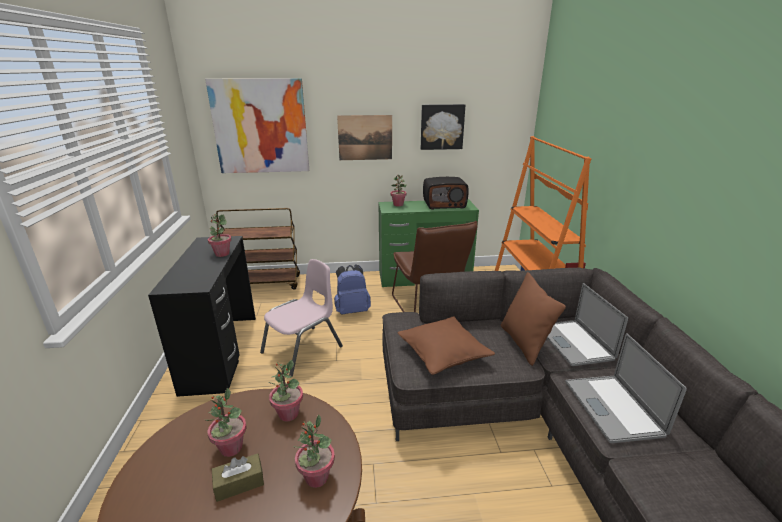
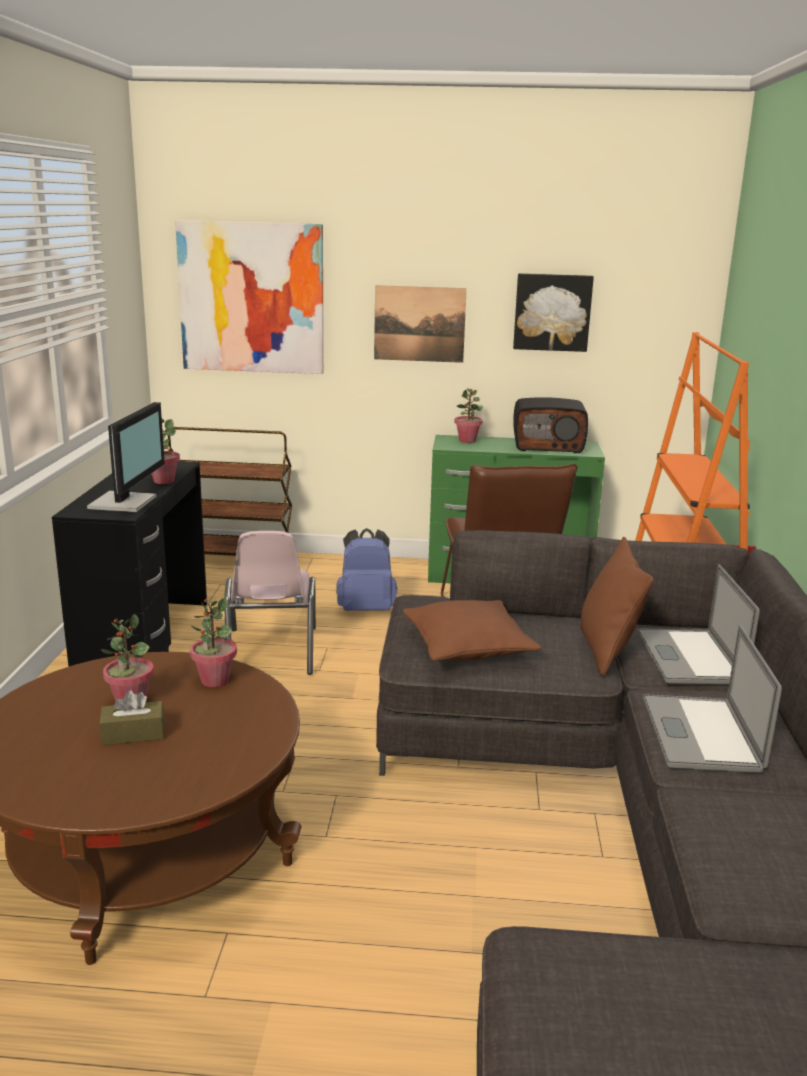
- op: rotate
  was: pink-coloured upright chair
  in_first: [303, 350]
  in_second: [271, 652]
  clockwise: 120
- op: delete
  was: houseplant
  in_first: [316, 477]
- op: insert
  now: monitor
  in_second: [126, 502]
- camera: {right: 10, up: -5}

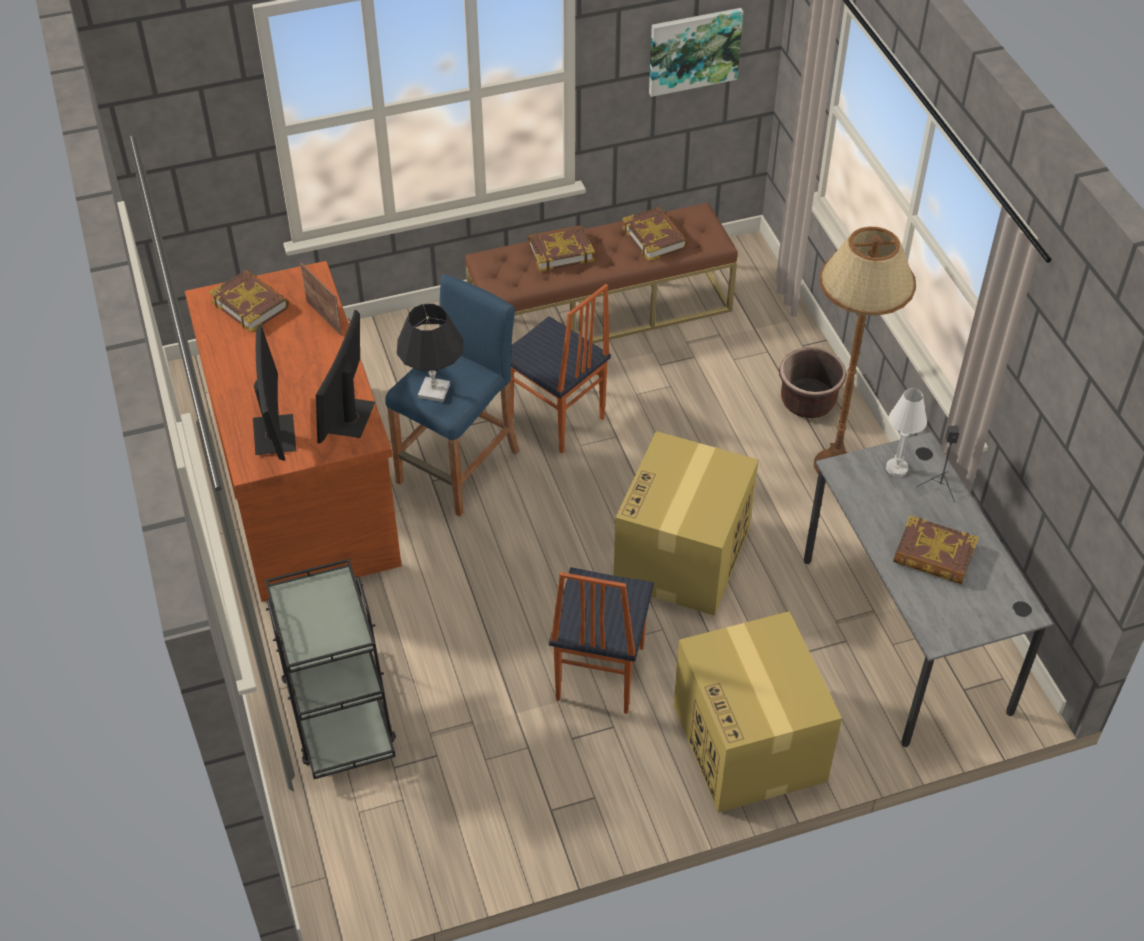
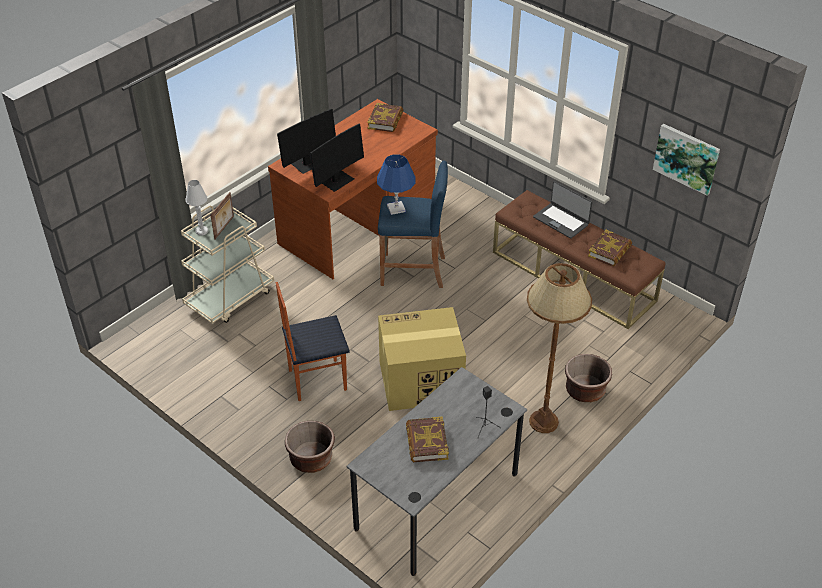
- op: recolor
  was: black cart
  now: sand-coloured cart
  in_first: [339, 714]
  in_second: [230, 298]
- op: move
  was: picture frame
  in_first: [325, 317]
  in_second: [224, 227]
- op: rotate
  was: monitor
  in_first: [349, 418]
  in_second: [337, 181]
  clockwise: 150
- op: recolor
  was: black tabletop lamp
  now: blue-coloured tabletop lamp
  in_first: [434, 390]
  in_second: [396, 208]
- op: delete
  was: upright chair
  in_first: [556, 419]
- op: replace
  was: bound book
  now: laptop
  in_first: [560, 251]
  in_second: [561, 220]
- op: replace
  was: packing box
  now: brownish flower pot
  in_first: [750, 744]
  in_second: [311, 459]
- op: move
  was: white-coloured tabletop lamp
  in_first: [896, 468]
  in_second: [202, 231]
- camera: {right: 60, up: -5}

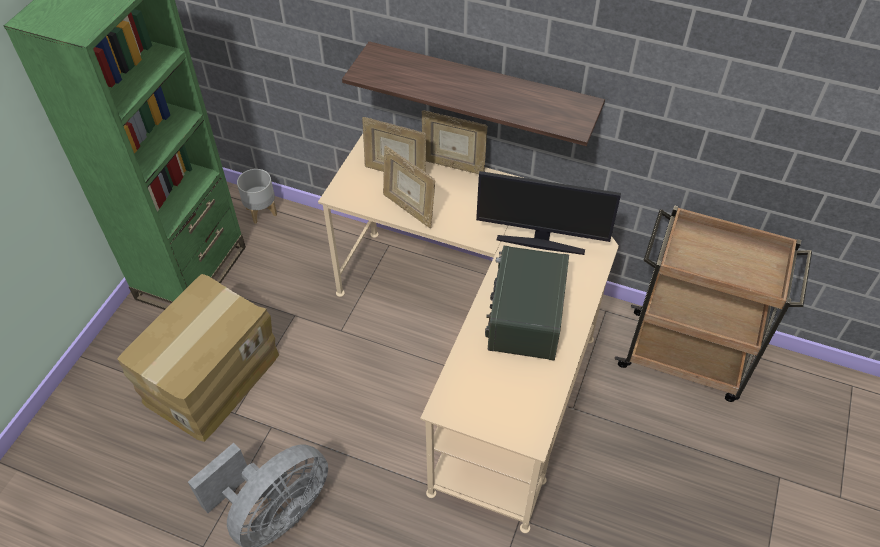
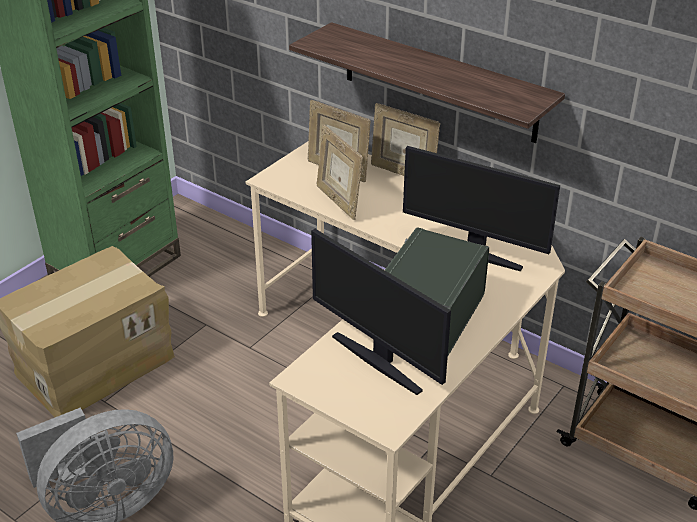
- op: delete
  was: gray flower pot
  in_first: [261, 212]
- op: insert
  now: monitor
  in_second: [378, 361]
- camera: {right: 15, up: -15}

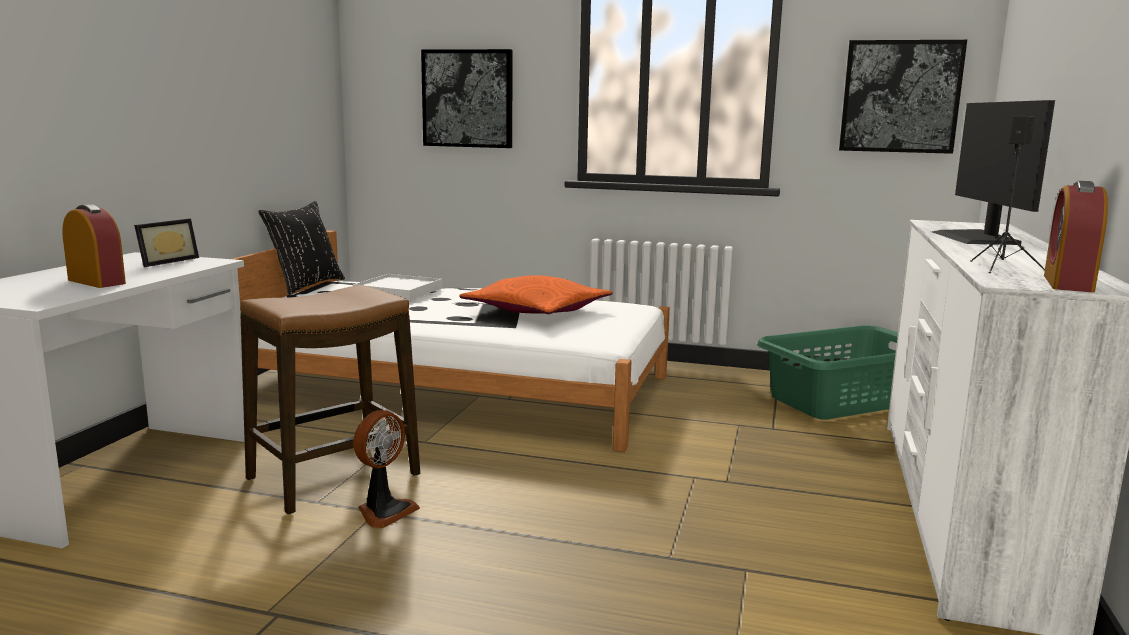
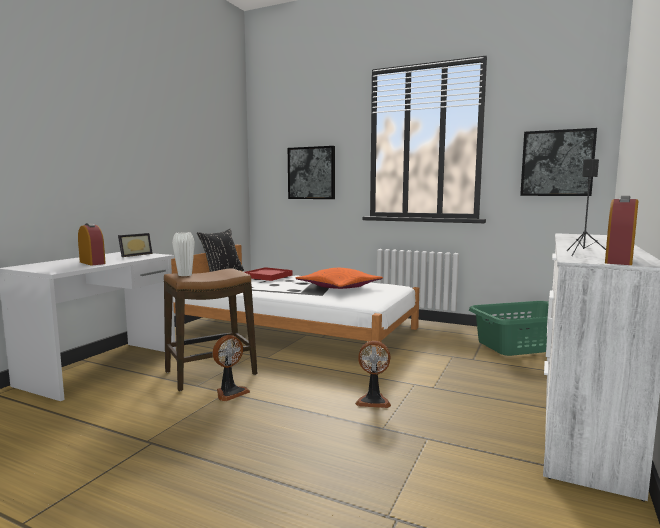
- op: recolor
  was: white-coloured carrying tray
  now: reddish carrying tray
  in_first: [398, 291]
  in_second: [267, 276]
- op: delete
  was: monitor
  in_first: [976, 238]
- op: insert
  now: white-coloured vase
  in_second: [185, 275]
- op: insert
  now: fan
  in_second: [373, 401]
- camera: {right: 10, up: -5}

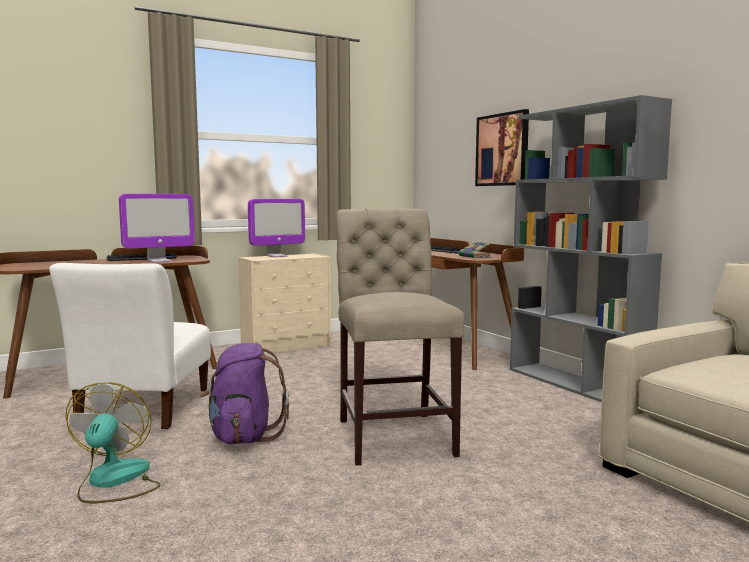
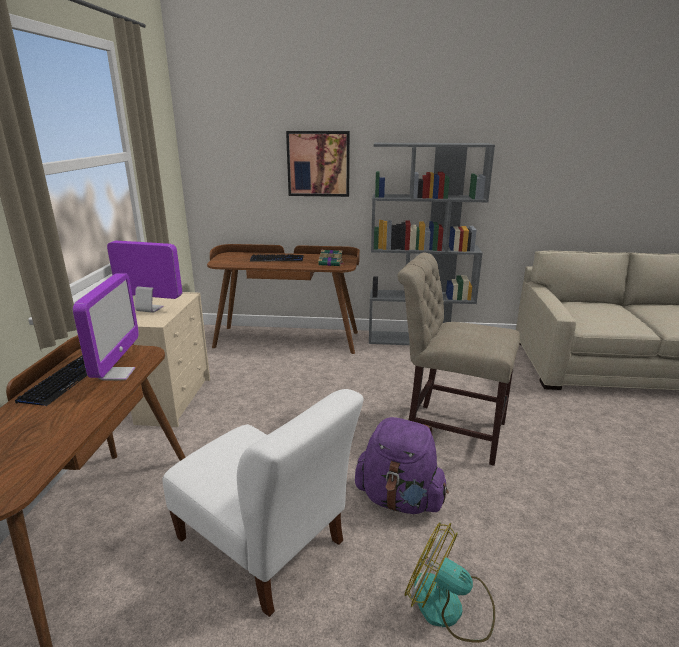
- op: rotate
  was: monitor
  in_first: [277, 256]
  in_second: [150, 309]
  clockwise: -75
- camera: {right: -55, up: 15}

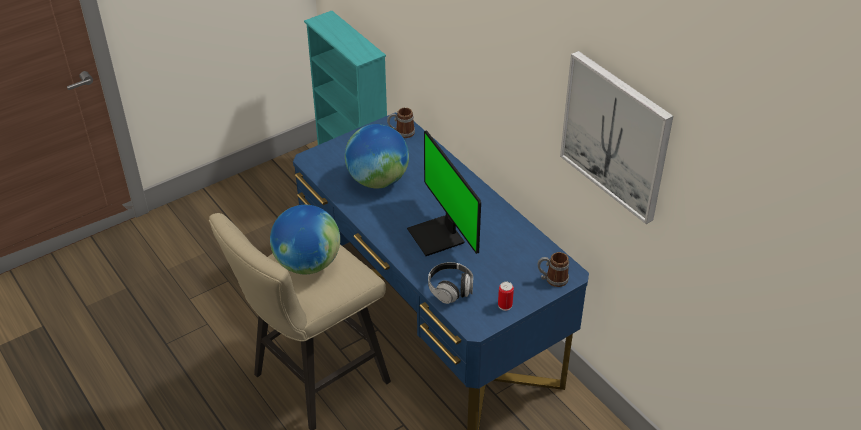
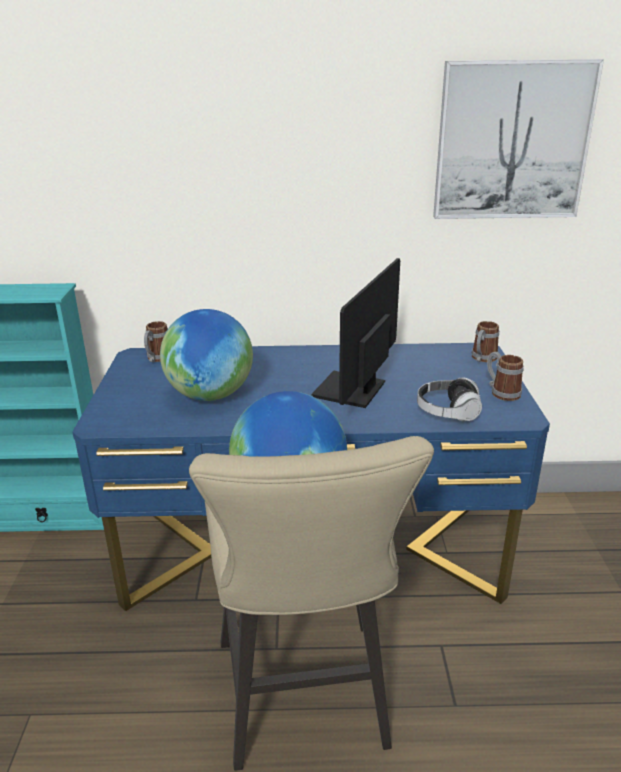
- op: rotate
  was: monitor
  in_first: [438, 236]
  in_second: [352, 391]
  clockwise: 105
- op: replace
  was: sealed can
  now: coffee mug
  in_first: [505, 305]
  in_second: [501, 392]
- camera: {right: -55, up: -15}

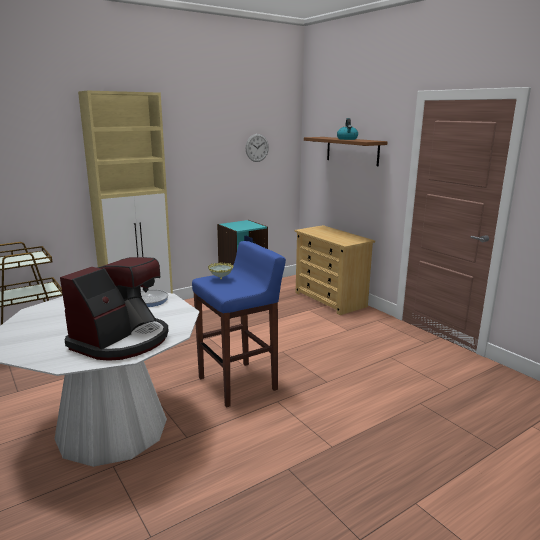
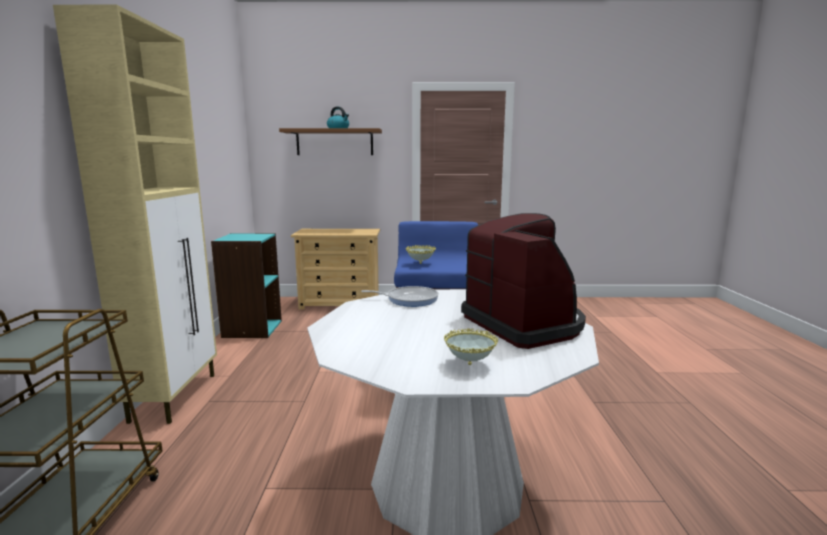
- op: delete
  was: hanging clock
  in_first: [257, 148]
- op: insert
  now: bowl
  in_second: [470, 365]
- camera: {right: -55, up: -5}

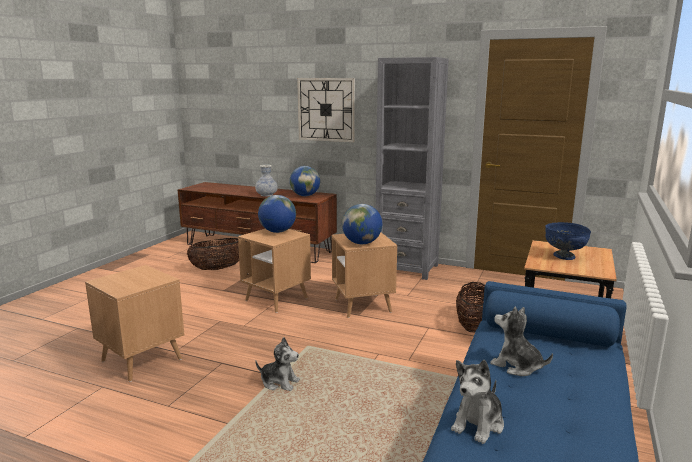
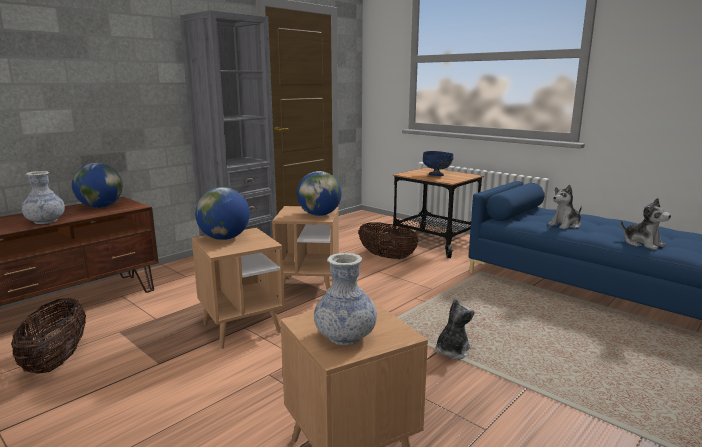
- op: delete
  was: hanging clock
  in_first: [326, 109]
- op: insert
  now: vase
  in_second: [345, 337]
- camera: {right: -70, up: 0}

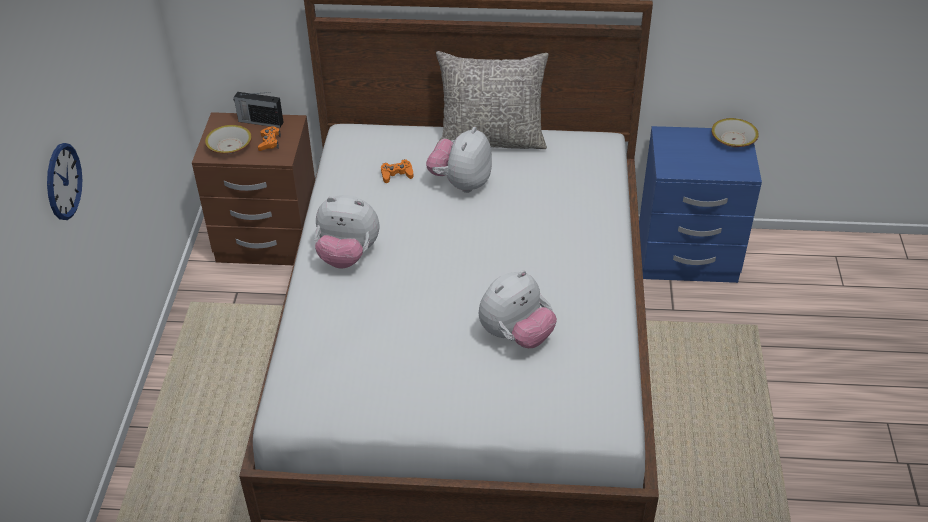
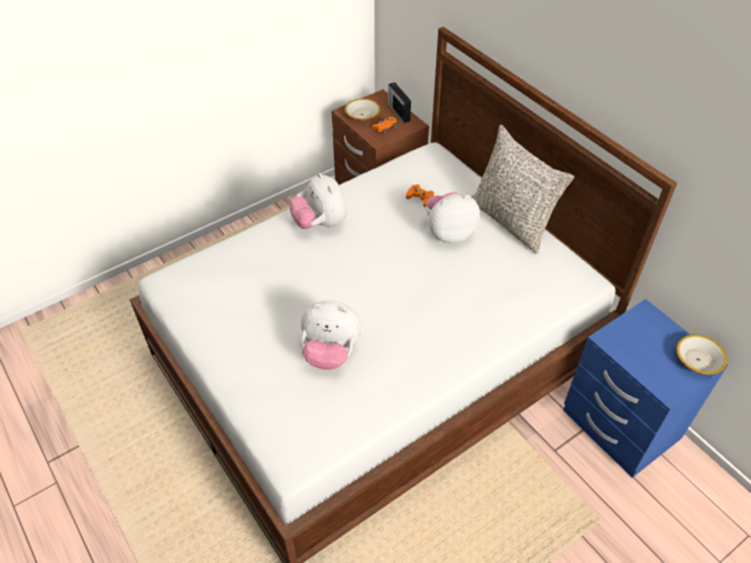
- op: delete
  was: hanging clock
  in_first: [63, 181]
- camera: {right: 50, up: 5}

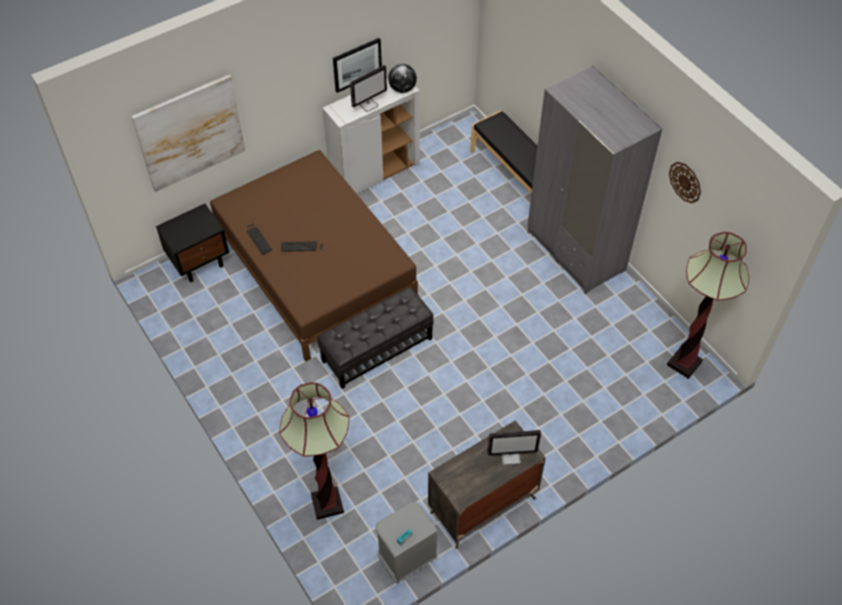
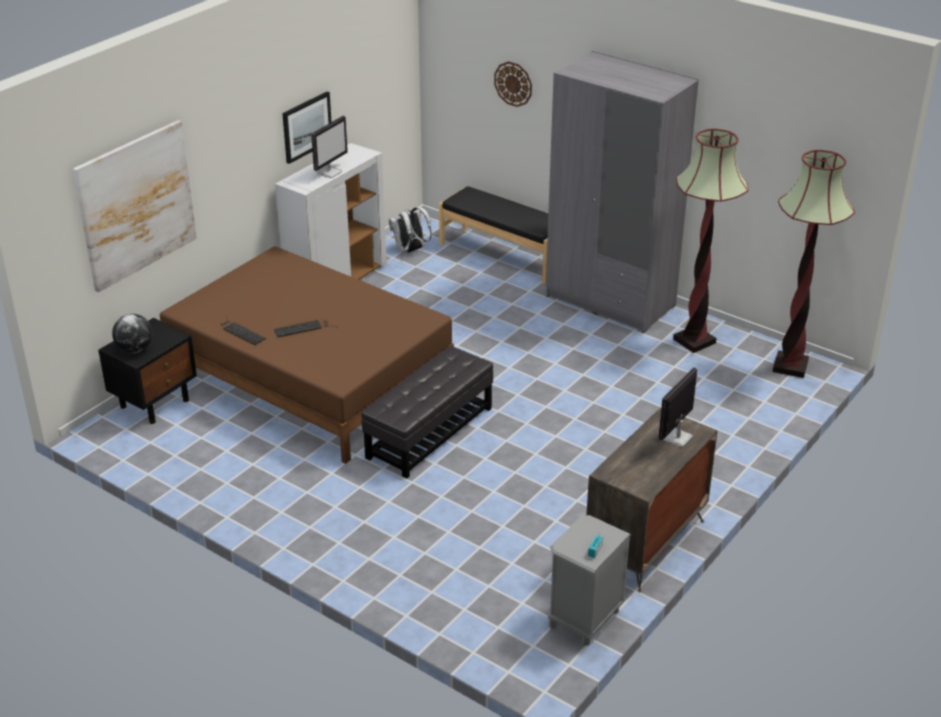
- op: move
  was: floor lamp
  in_first: [327, 503]
  in_second: [694, 341]
- op: move
  was: globe
  in_first: [402, 89]
  in_second: [135, 350]
- op: rotate
  was: monitor
  in_first: [511, 456]
  in_second: [677, 438]
  clockwise: 150
- op: move
  was: hanging clock
  in_first: [685, 182]
  in_second: [513, 83]
- op: insert
  now: white-coloured rucksack
  in_second: [410, 250]
- camera: {right: -20, up: -20}

